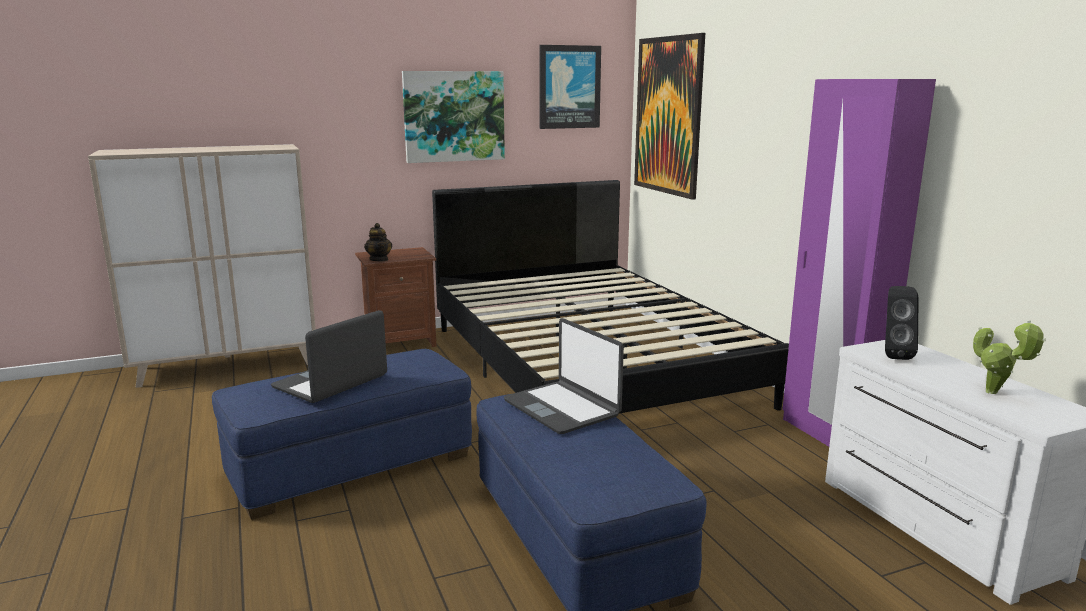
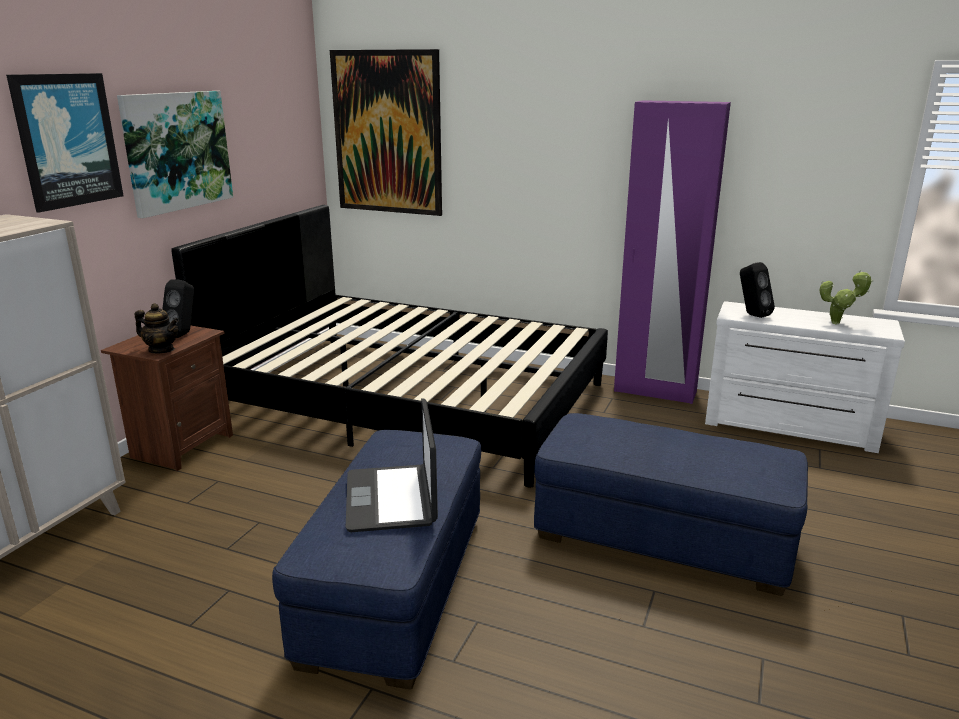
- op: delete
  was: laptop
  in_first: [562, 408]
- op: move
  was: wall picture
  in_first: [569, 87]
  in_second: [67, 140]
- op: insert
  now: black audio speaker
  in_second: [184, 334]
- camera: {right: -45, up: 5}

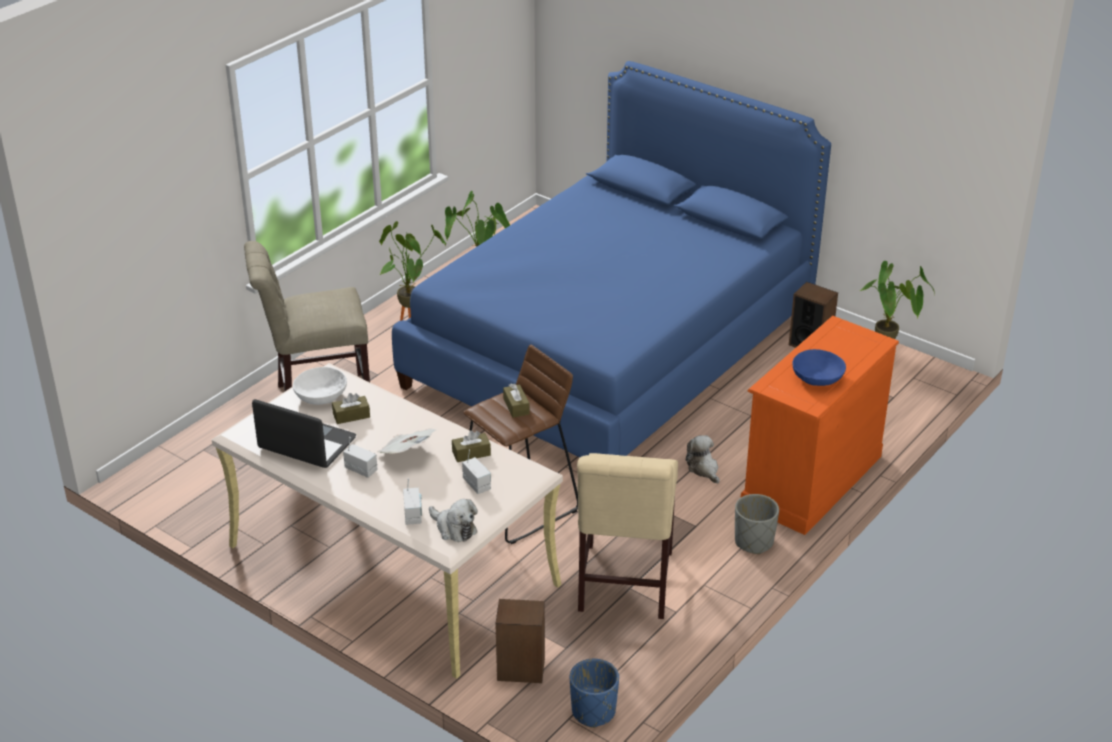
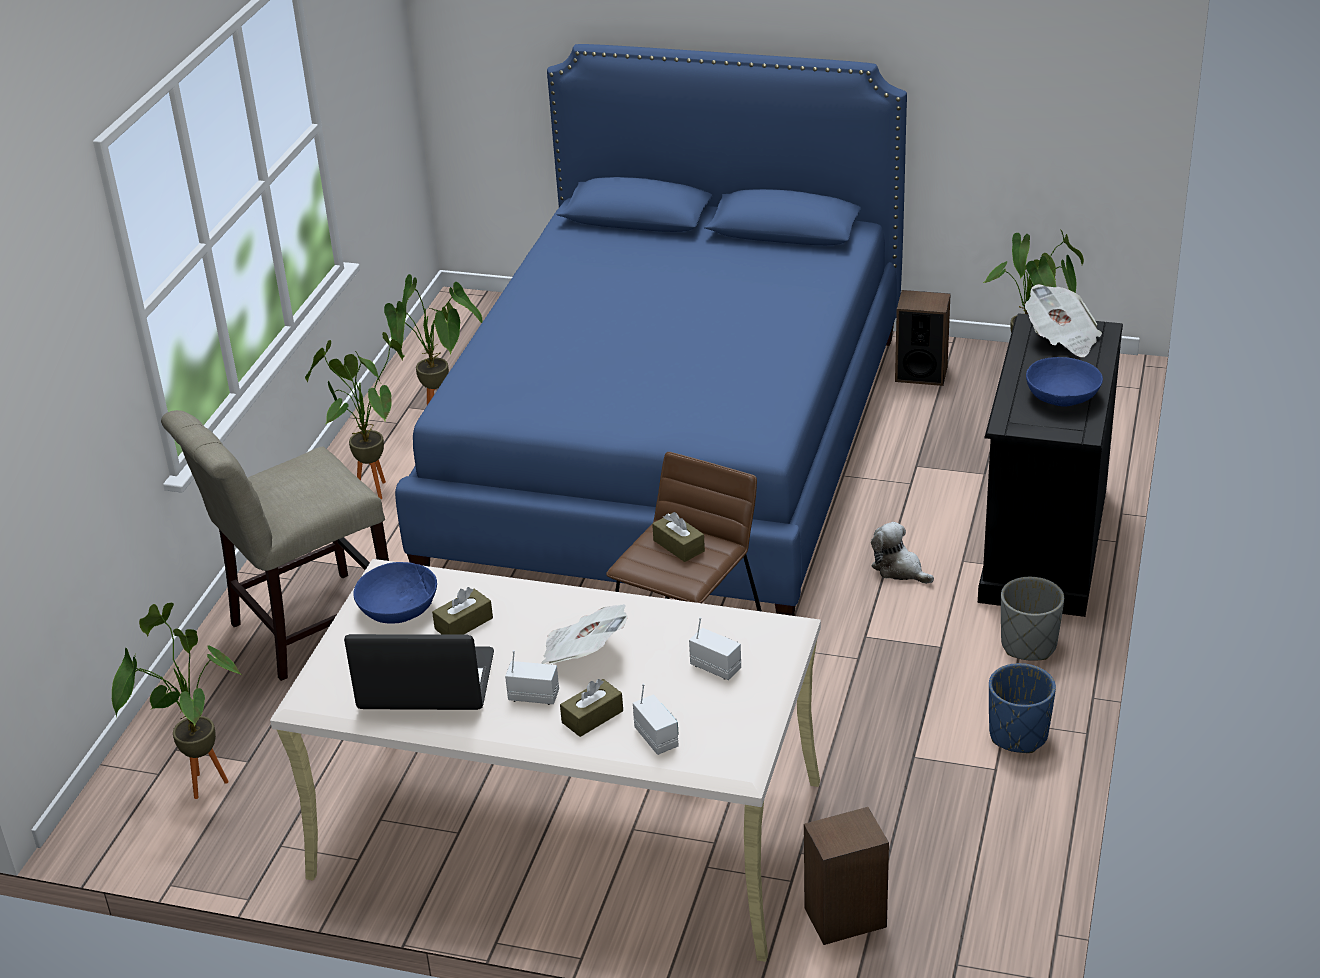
- op: recolor
  was: white-coloured bowl
  now: blue-coloured bowl
  in_first: [321, 396]
  in_second: [398, 608]
- op: delete
  was: cuddly toy
  in_first: [454, 528]
- op: move
  was: brownish tissue box
  in_first: [471, 453]
  in_second: [592, 717]
- op: move
  was: blue-coloured flower pot
  in_first: [593, 712]
  in_second: [1018, 735]
- op: delete
  was: sand-coloured upright chair
  in_first: [623, 586]
- op: recolor
  was: orangey dresser
  now: black dresser
  in_first: [811, 480]
  in_second: [1043, 544]
- op: insert
  now: houseplant
  in_second: [196, 784]
- op: insert
  now: daily paper
  in_second: [1062, 339]
- camera: {right: -20, up: 0}

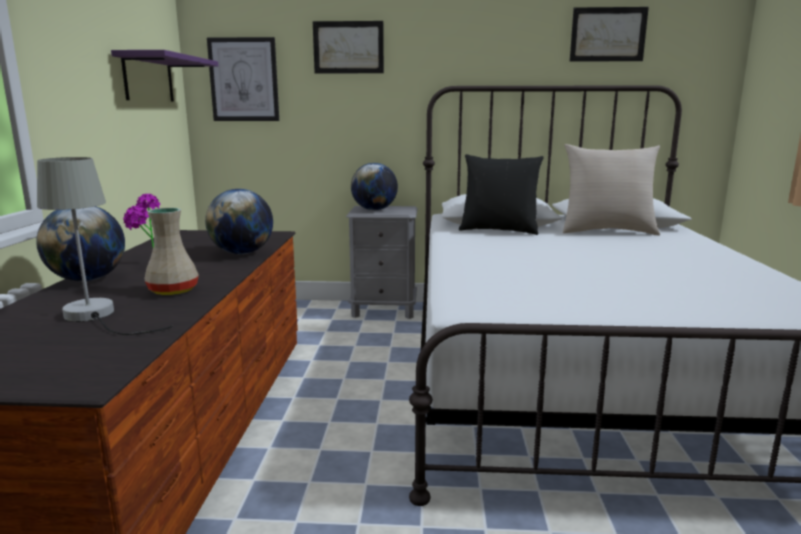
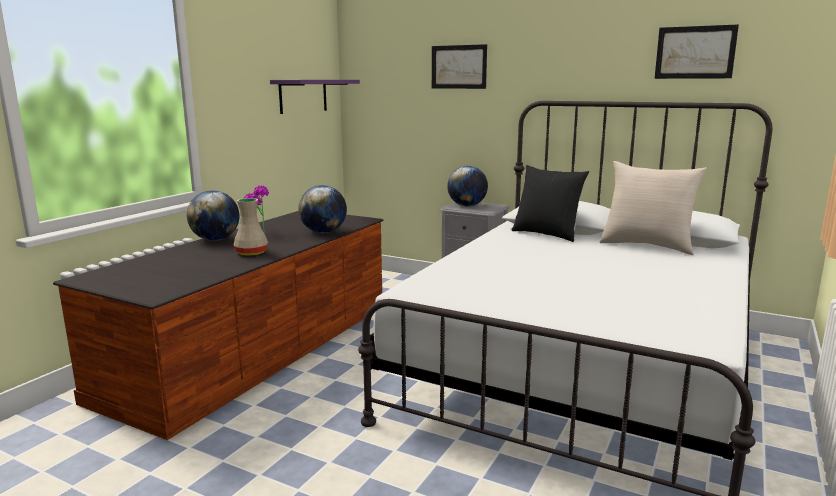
- op: delete
  was: gray tabletop lamp
  in_first: [96, 317]
- op: delete
  was: wall picture
  in_first: [244, 80]
- camera: {right: 25, up: 0}

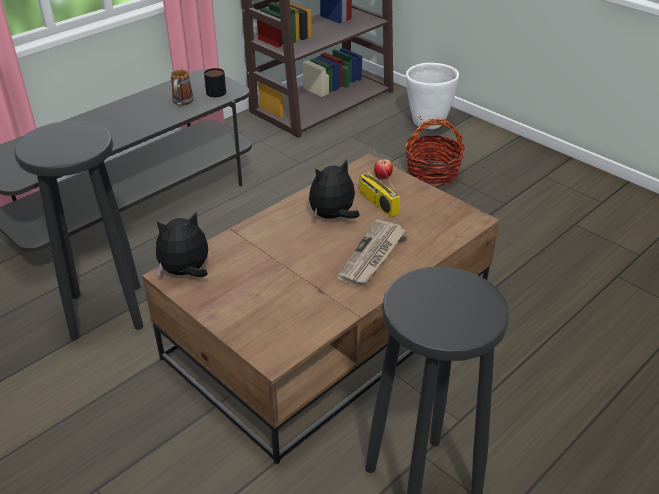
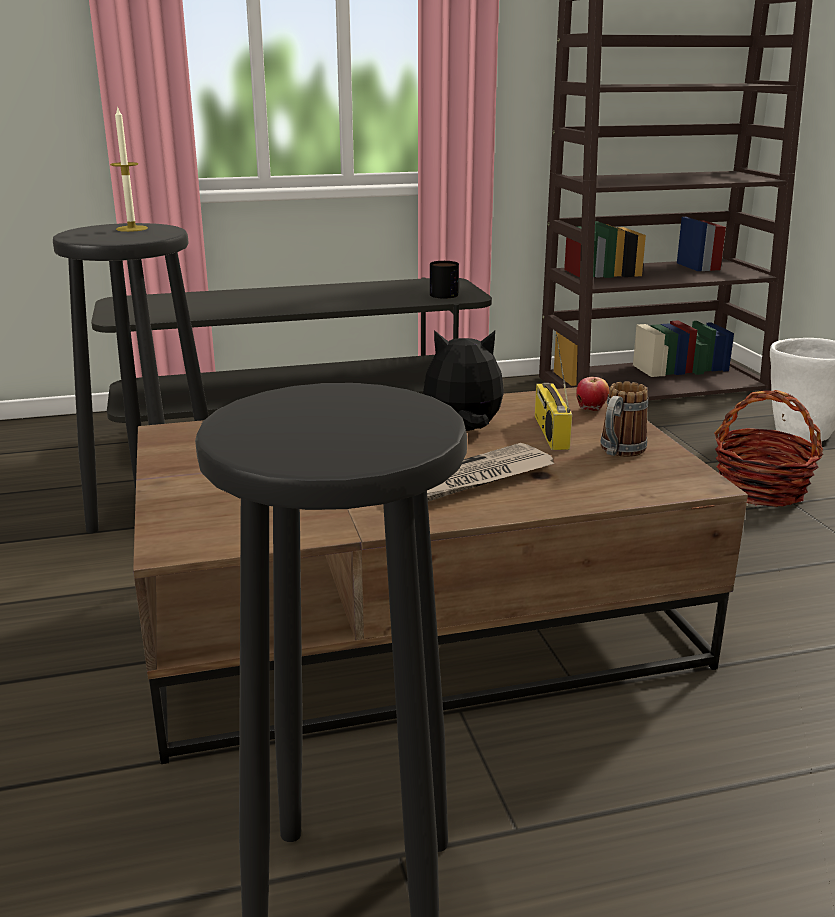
- op: delete
  was: cuddly toy
  in_first: [186, 272]
- op: move
  was: coffee mug
  in_first: [182, 103]
  in_second: [618, 452]
- op: insert
  now: wax light
  in_second: [132, 229]
- camera: {right: 30, up: -15}

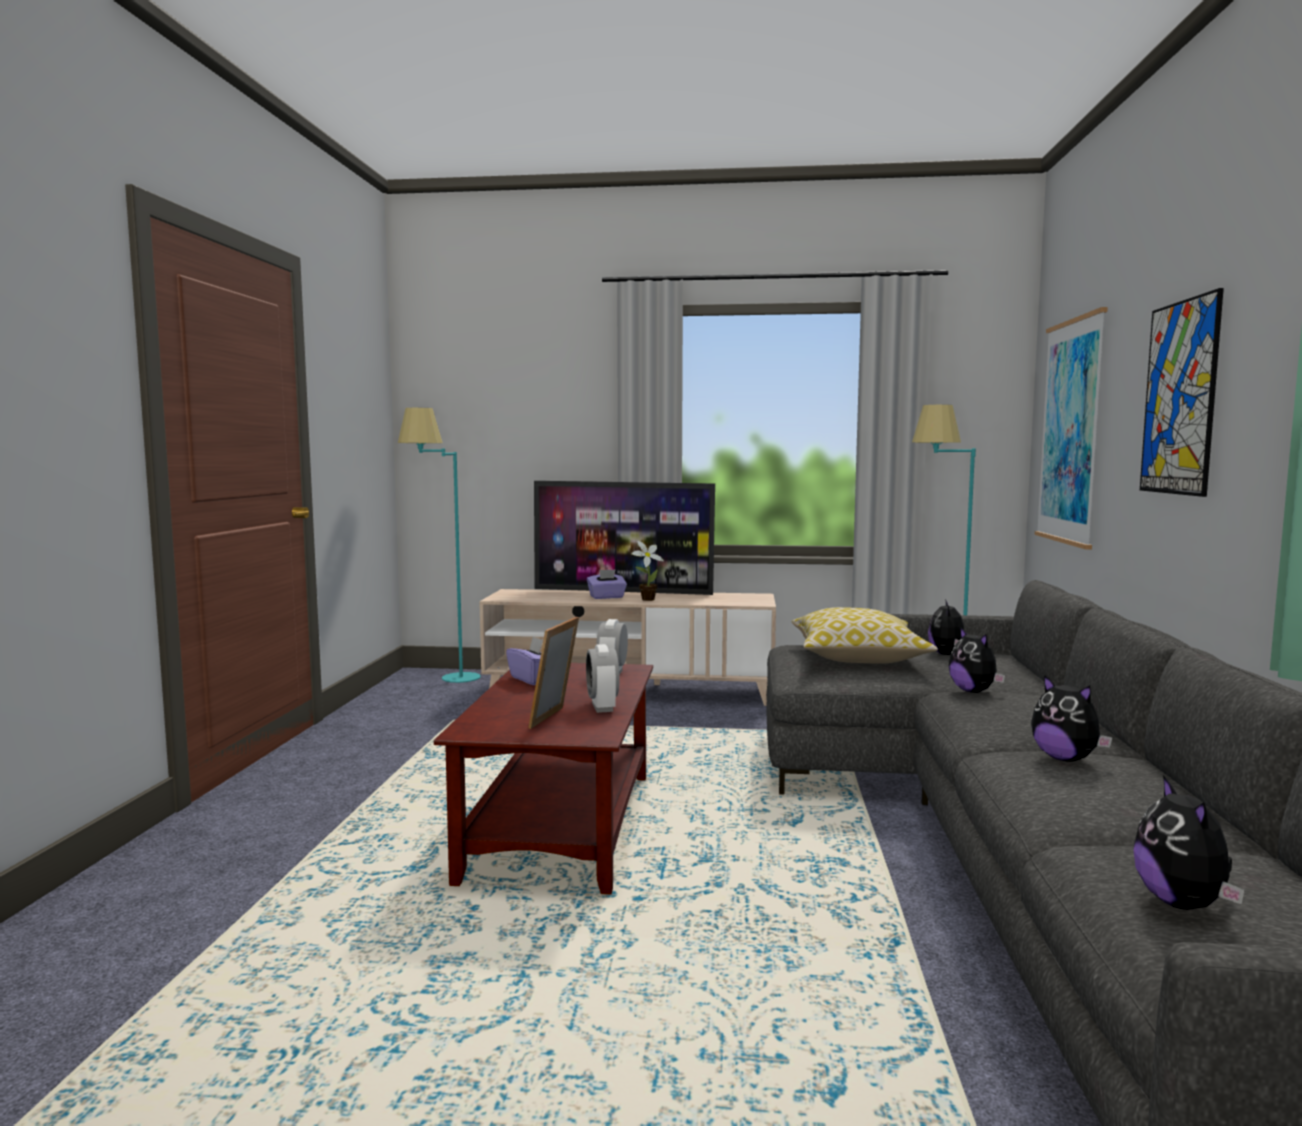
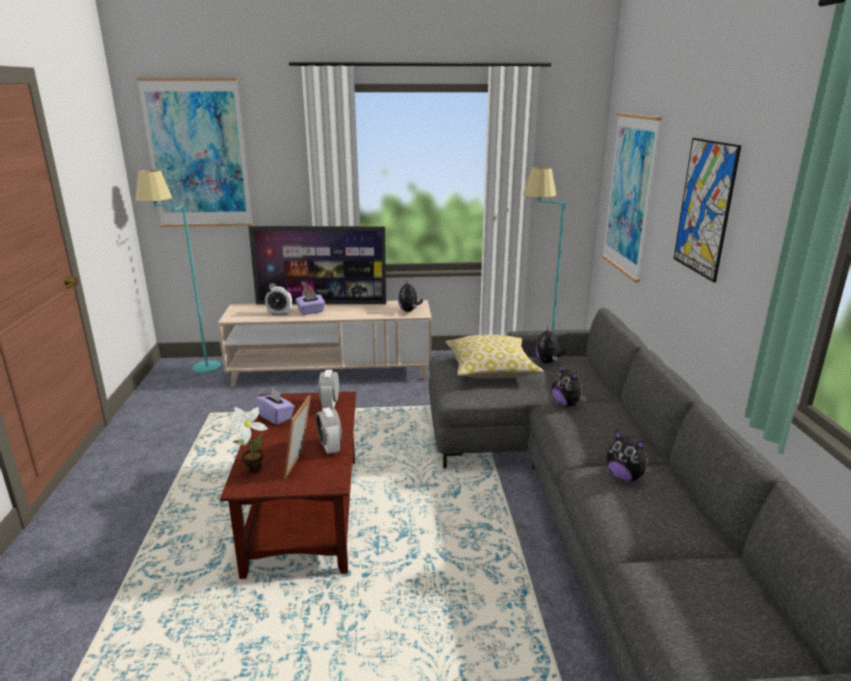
- op: move
  was: houseplant
  in_first: [645, 599]
  in_second: [251, 470]
- op: move
  was: cuddly toy
  in_first: [1183, 903]
  in_second: [409, 310]
- op: insert
  now: wall picture
  in_second: [198, 155]
- op: insert
  now: bedside clock
  in_second: [279, 313]
- camera: {right: -10, up: 15}

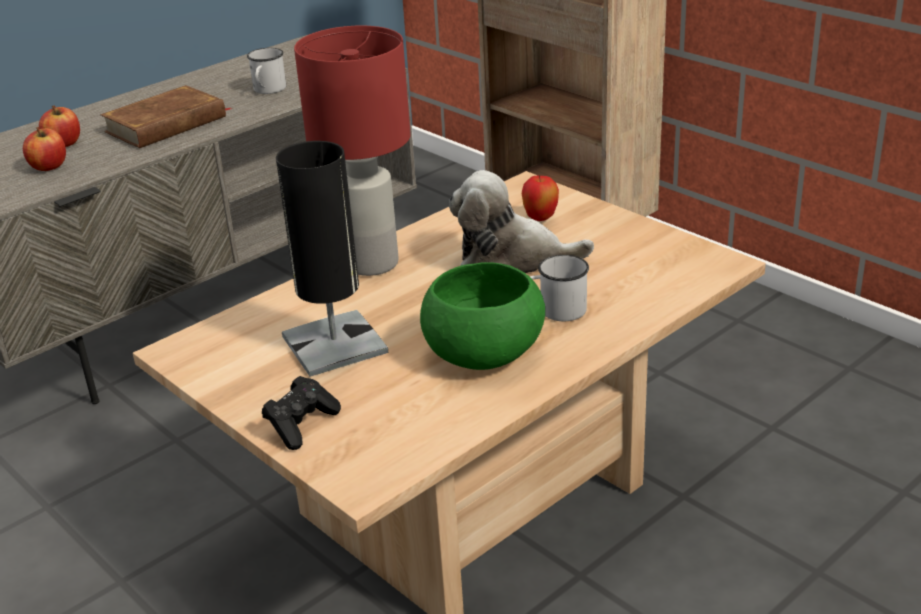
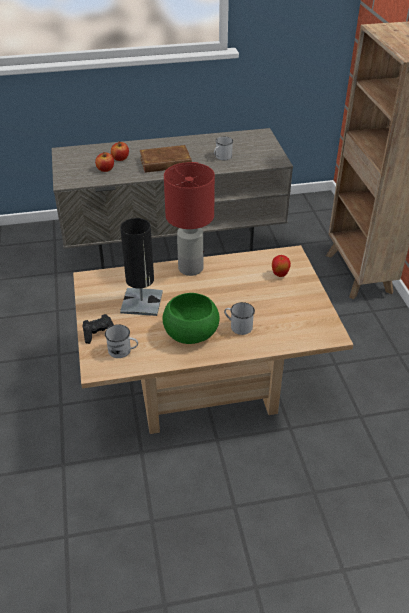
- op: delete
  was: cuddly toy
  in_first: [512, 259]
- op: insert
  now: white-coloured coffee mug
  in_second: [123, 351]
- camera: {right: 30, up: 10}

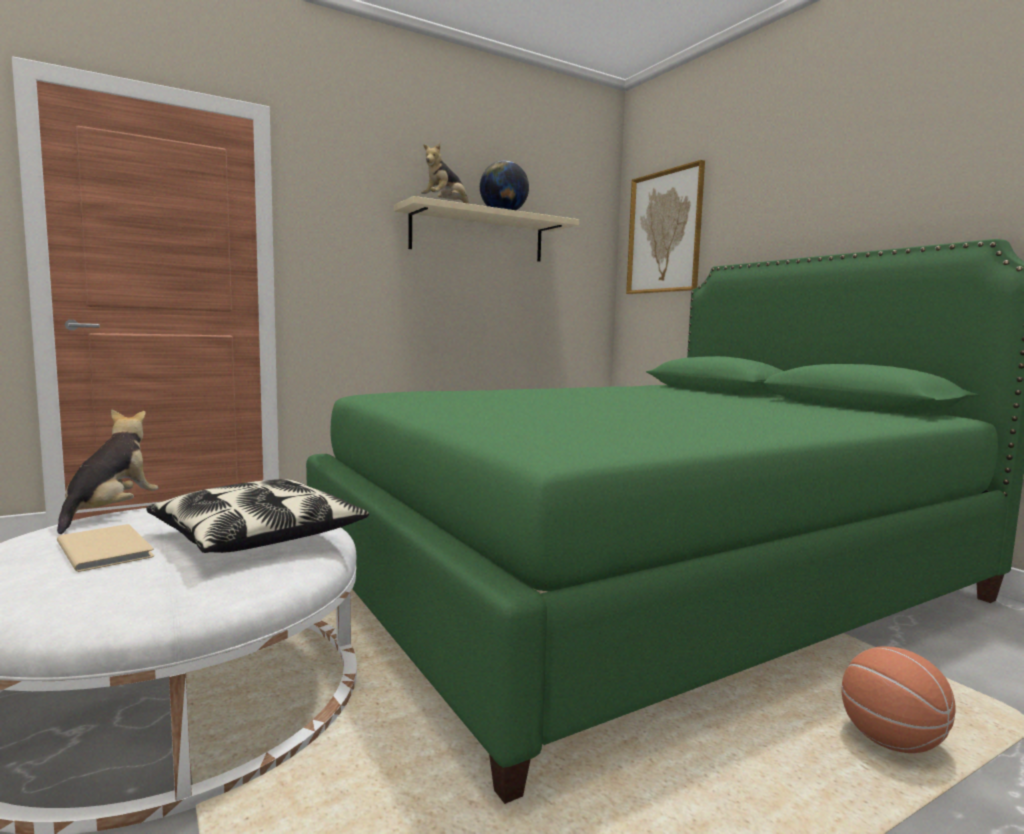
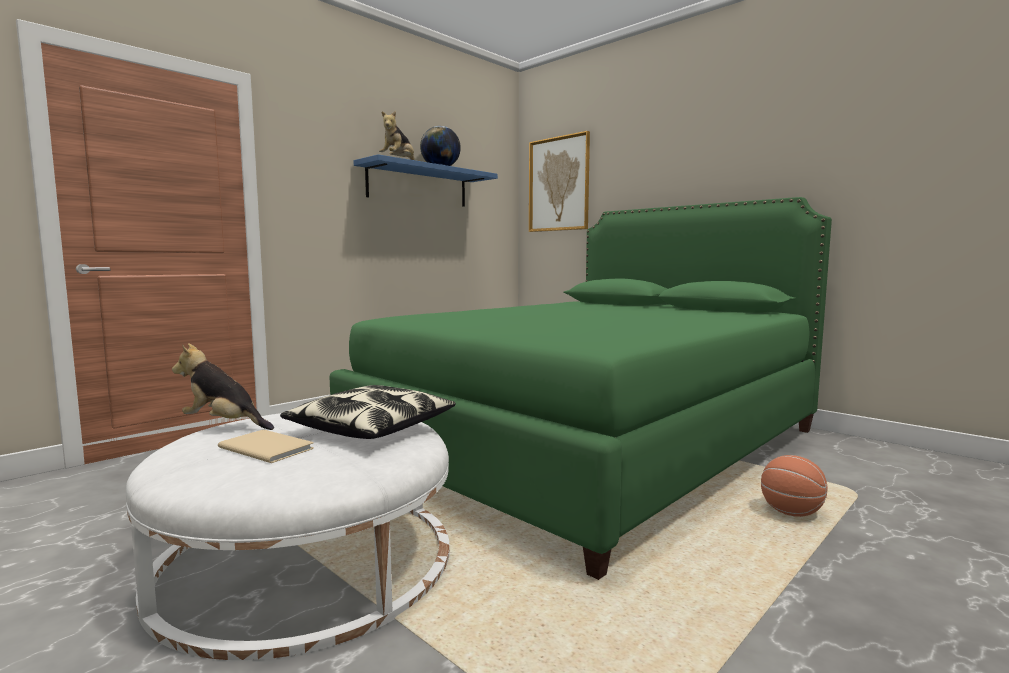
- op: rotate
  was: cuddly toy
  in_first: [110, 512]
  in_second: [224, 425]
  clockwise: -60
- op: recolor
  was: sand-coloured bracket shelf
  now: blue-coloured bracket shelf
  in_first: [478, 235]
  in_second: [418, 186]
- camera: {right: -15, up: 0}

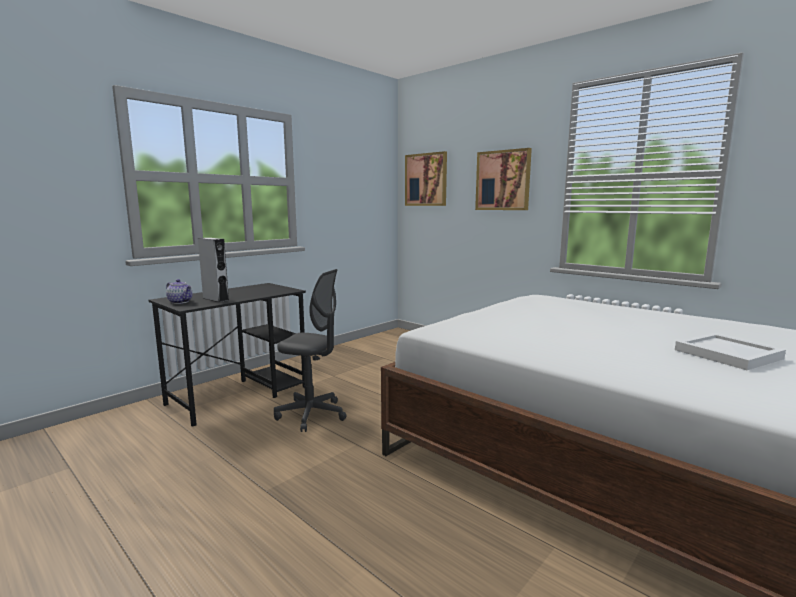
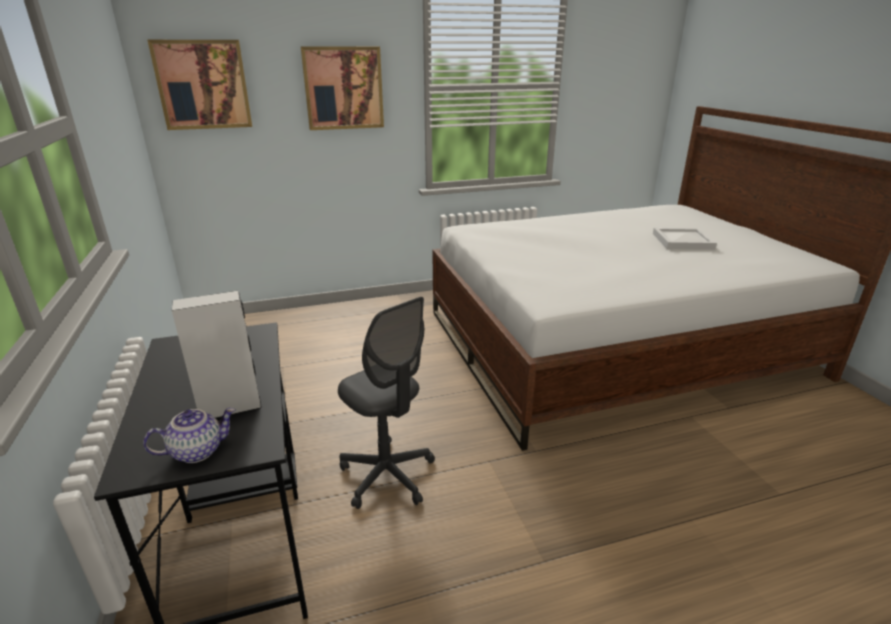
- op: rotate
  was: gray desk chair
  in_first: [311, 415]
  in_second: [387, 475]
  clockwise: 90
- camera: {right: -60, up: 15}

